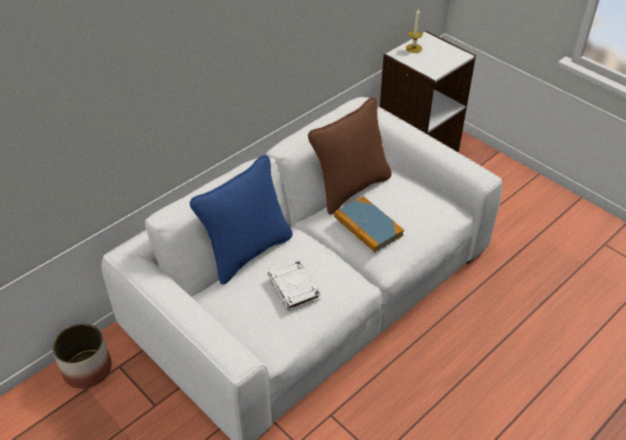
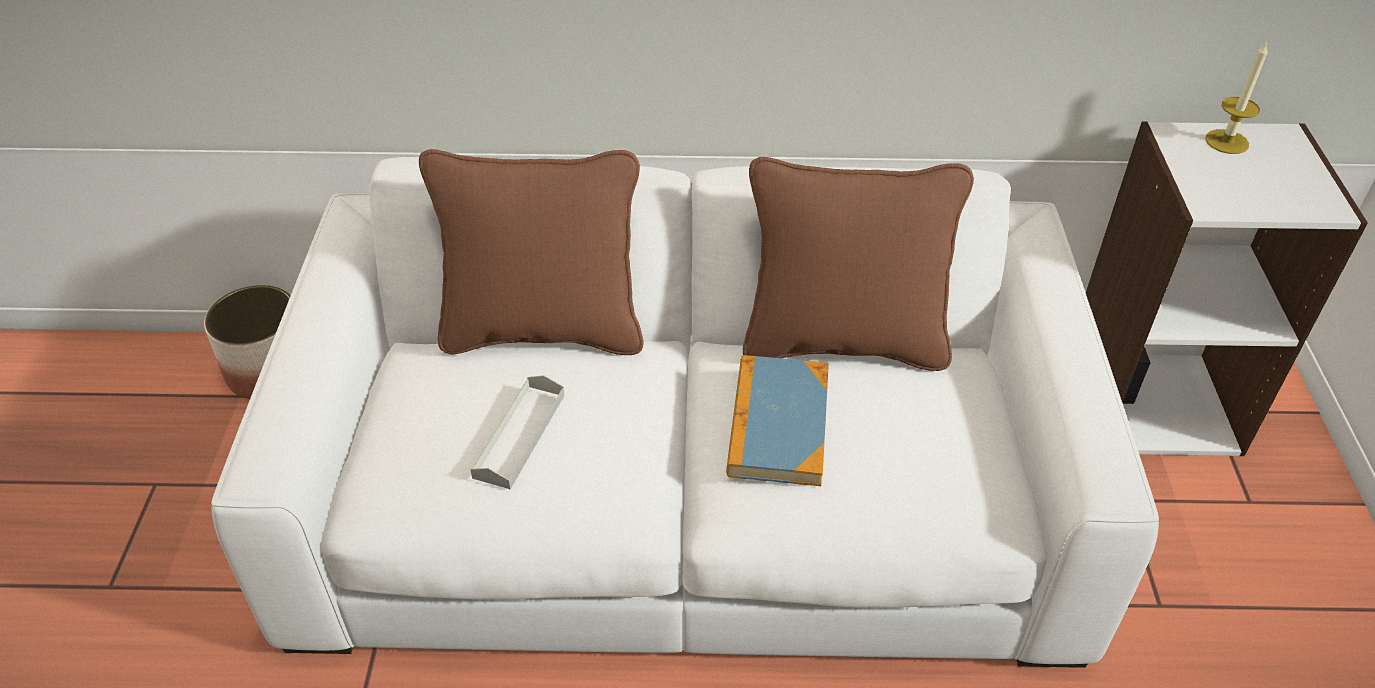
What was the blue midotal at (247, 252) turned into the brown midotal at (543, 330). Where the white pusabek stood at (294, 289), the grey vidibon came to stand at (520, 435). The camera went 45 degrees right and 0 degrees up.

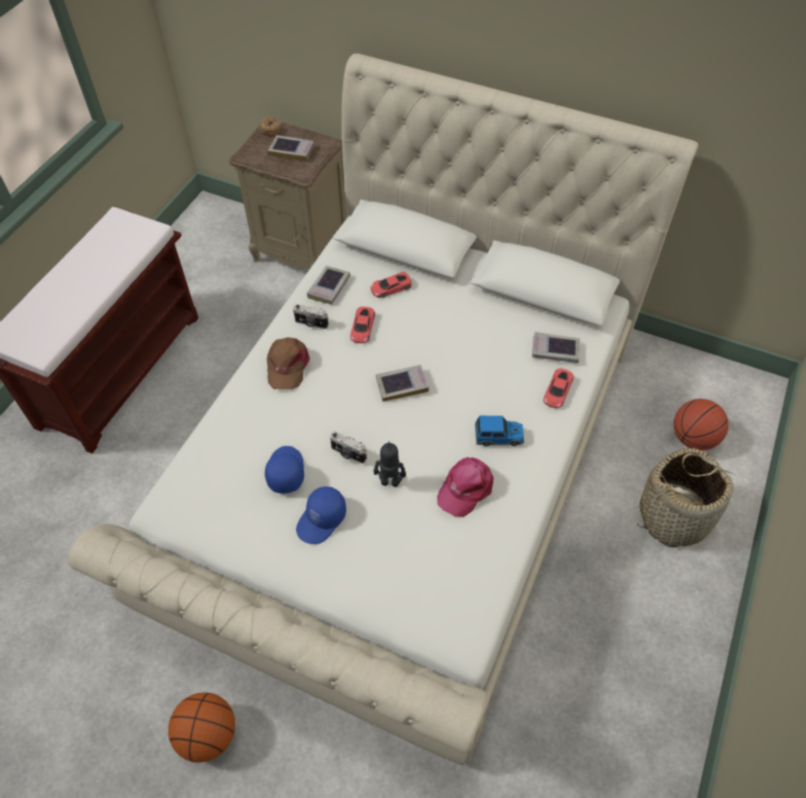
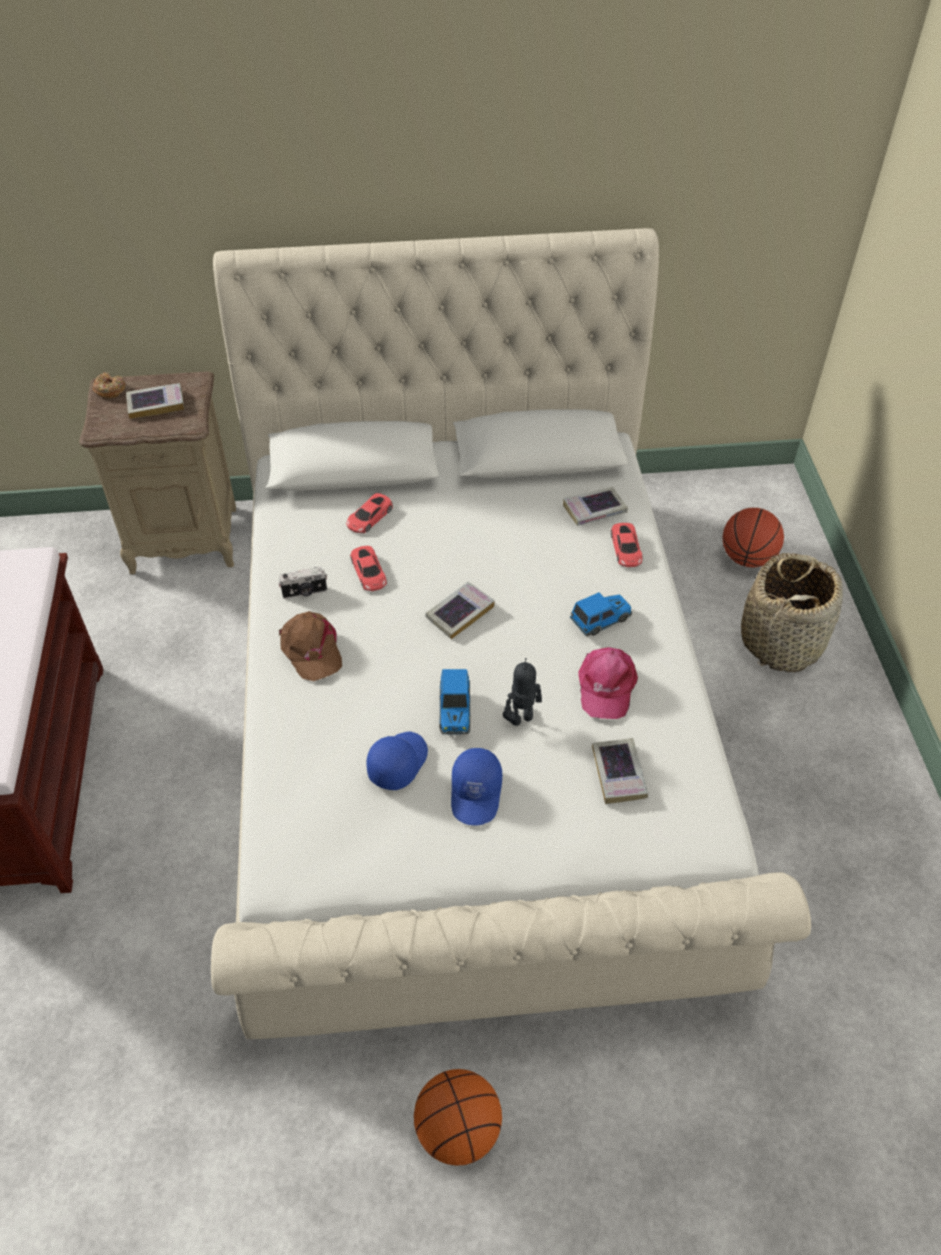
The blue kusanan at (285, 471) ended up facing another way, 60 degrees clockwise from before. The pusabek ended up elsewhere, having gone from (329, 287) to (618, 774). Where the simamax stood at (348, 454), the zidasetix came to stand at (455, 711). The camera went 30 degrees left and 5 degrees down.

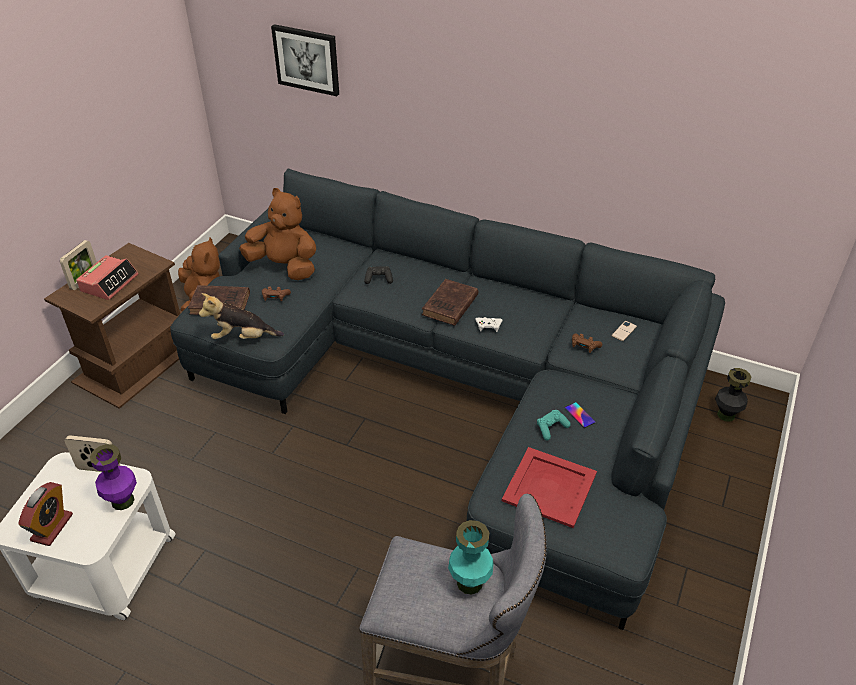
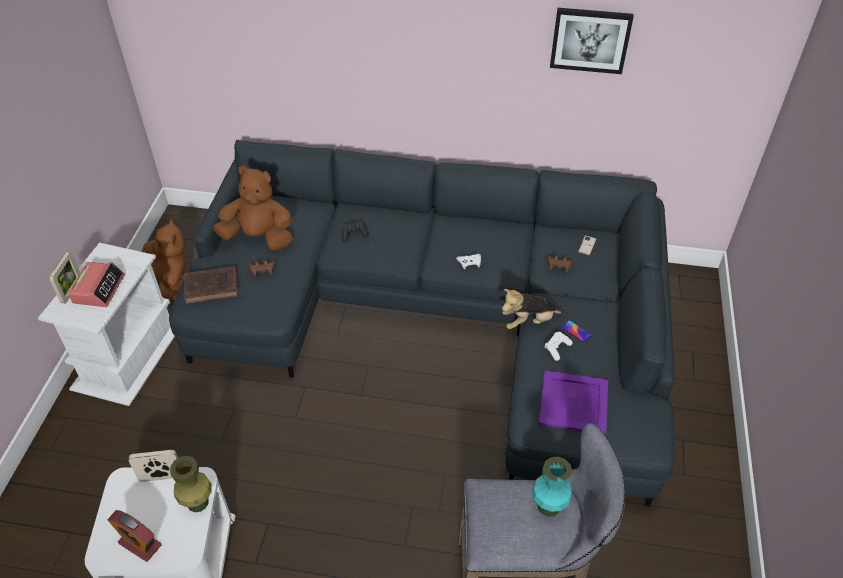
The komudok at (52, 527) ended up facing another way, 120 degrees clockwise from before. What was the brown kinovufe at (139, 360) turned into the white kinovufe at (129, 353). What was the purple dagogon at (123, 501) turned into the green dagogon at (198, 502). The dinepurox ended up elsewhere, having gone from (243, 338) to (529, 321). The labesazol ended up elsewhere, having gone from (307, 59) to (590, 40). The second view lost the brown pusabek at (449, 306). What was the red vidibon at (548, 487) turned into the purple vidibon at (573, 403). What was the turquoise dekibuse at (551, 428) turned into the white dekibuse at (557, 348). The second view lost the black dagogon at (726, 415). The camera went 15 degrees left and 5 degrees up.

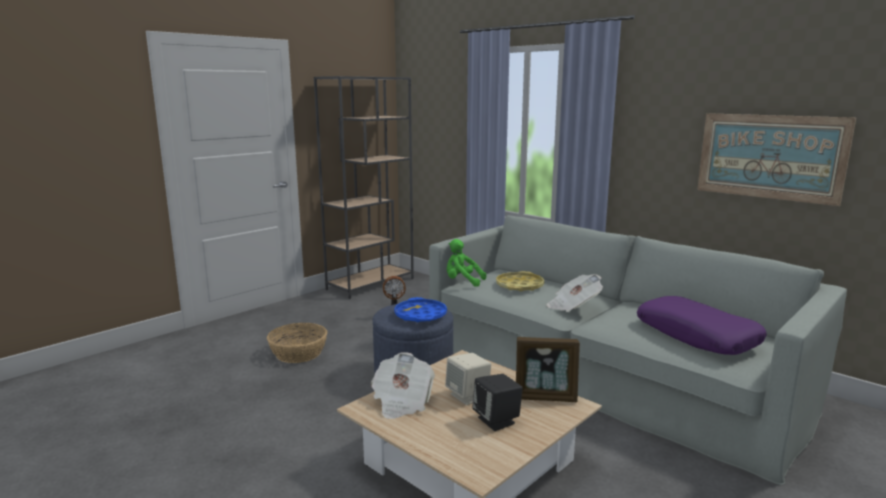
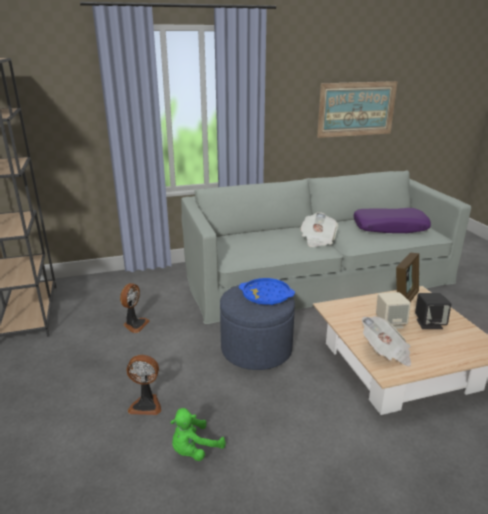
Where the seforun stood at (299, 353), the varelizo came to stand at (146, 404). The green dinepurox ended up elsewhere, having gone from (462, 282) to (194, 450). The second view lost the yellow vidibon at (519, 286). The camera went 60 degrees left and 10 degrees up.

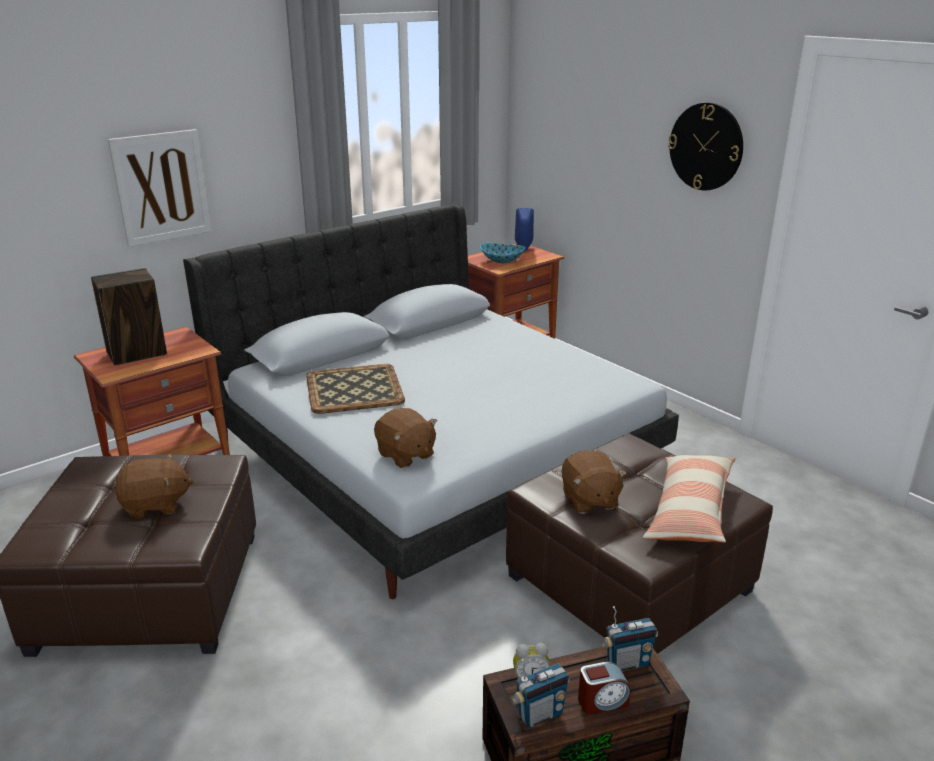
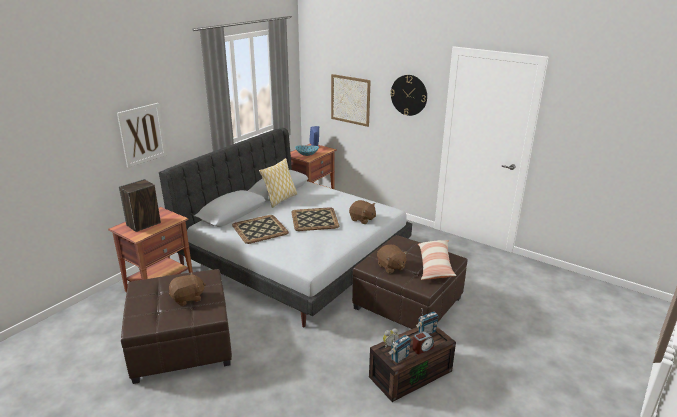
The brown dinepurox ended up elsewhere, having gone from (405, 455) to (362, 219). The second view gained the midotal at (280, 200). The second view gained the vidibon at (315, 219). The second view gained the labesazol at (350, 99). The camera went 15 degrees left and 0 degrees up.

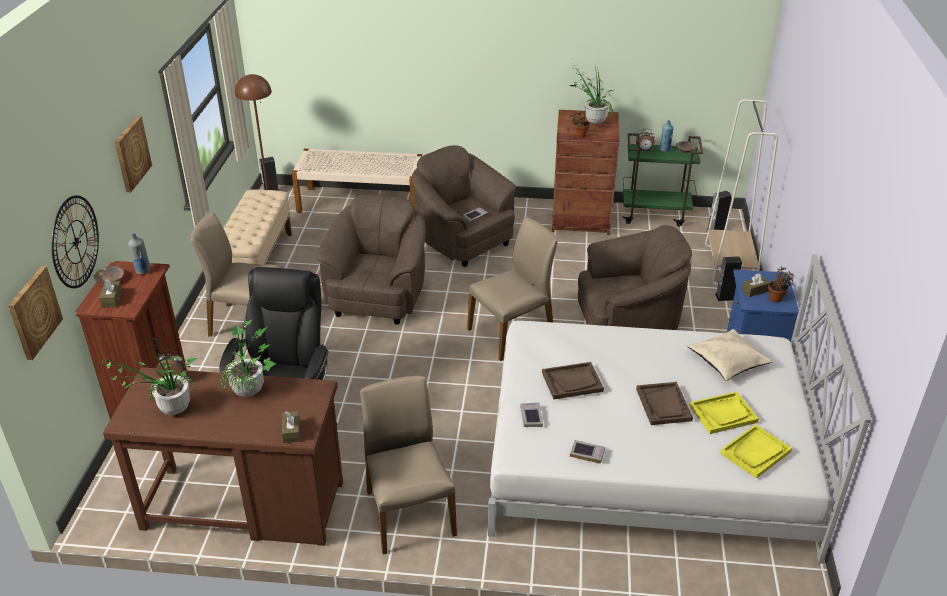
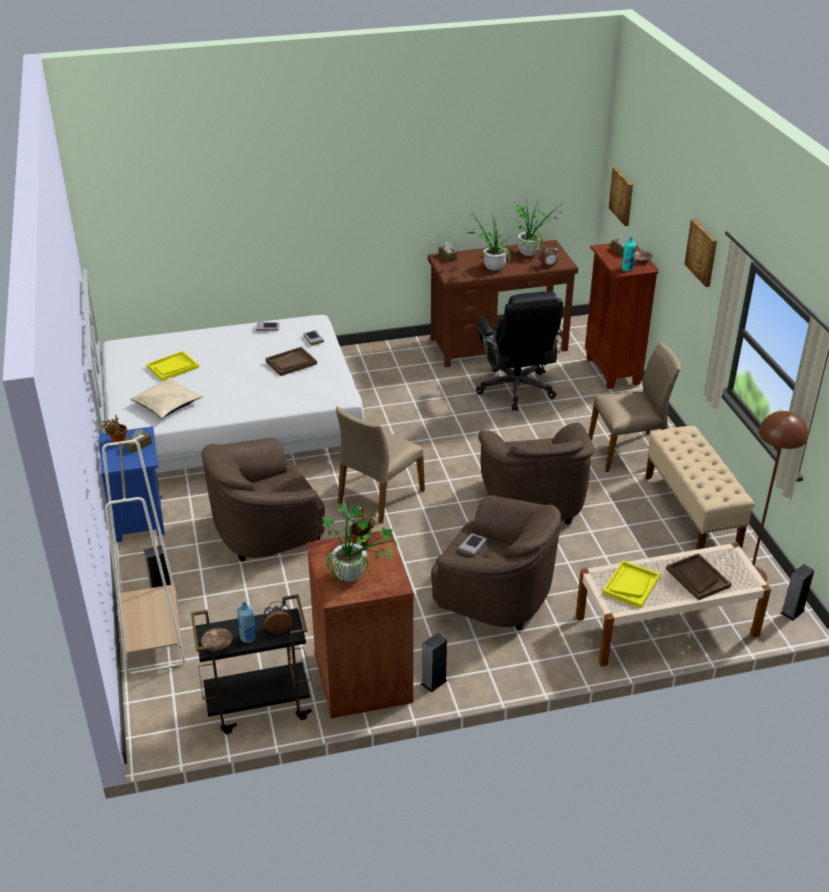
The second view lost the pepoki at (75, 242). What was the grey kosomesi at (143, 271) turned into the turquoise kosomesi at (627, 269). The second view lost the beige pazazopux at (408, 512). What was the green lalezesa at (655, 216) turned into the black lalezesa at (258, 708). The brown vidibon ended up elsewhere, having gone from (663, 405) to (697, 578). The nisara ended up elsewhere, having gone from (716, 229) to (434, 682). The yellow vidibon ended up elsewhere, having gone from (755, 452) to (631, 585). The camera went 160 degrees right and 0 degrees up.

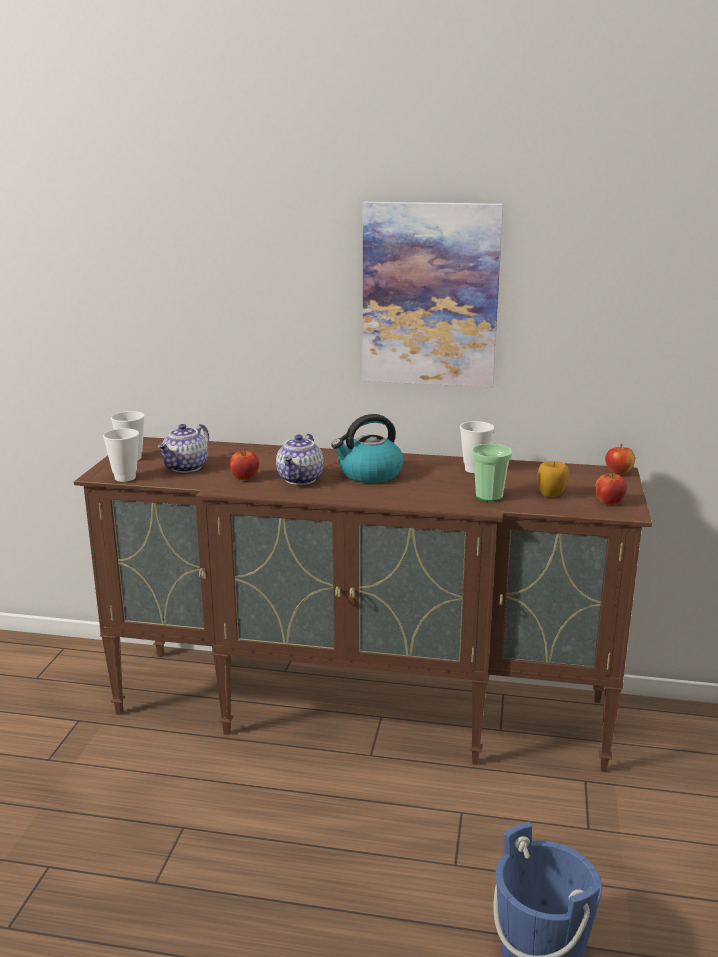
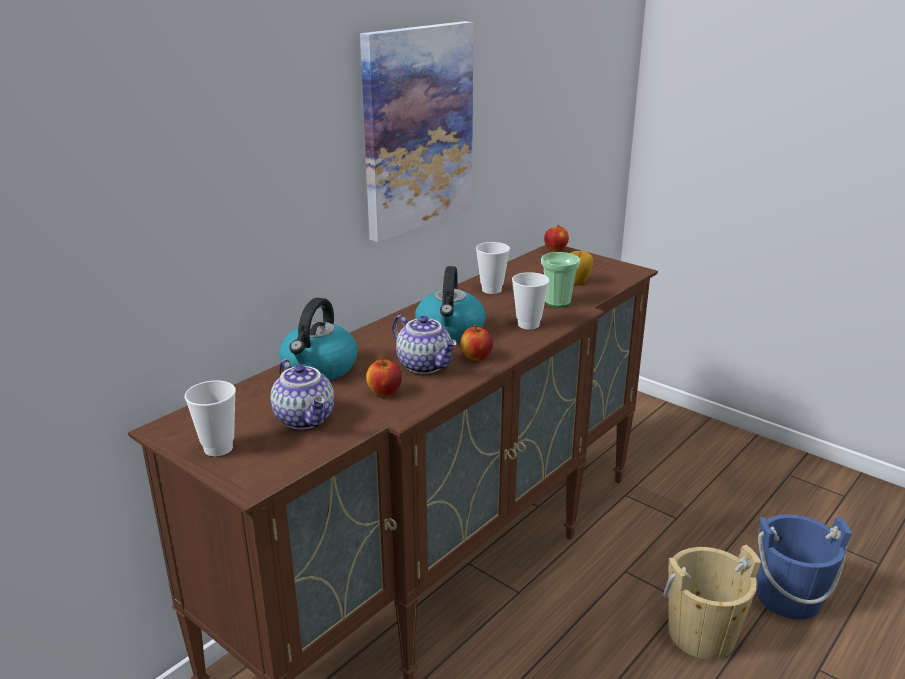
The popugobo ended up elsewhere, having gone from (125, 478) to (528, 324). The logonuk ended up elsewhere, having gone from (609, 502) to (476, 357). The second view gained the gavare at (319, 368). The second view gained the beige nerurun at (701, 634). The camera went 60 degrees left and 5 degrees up.

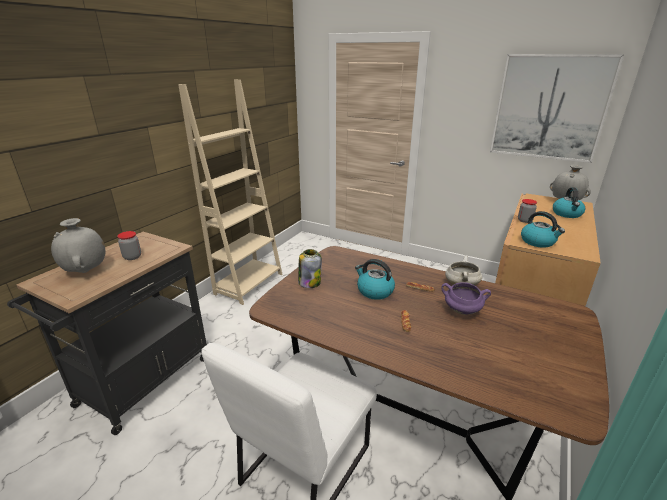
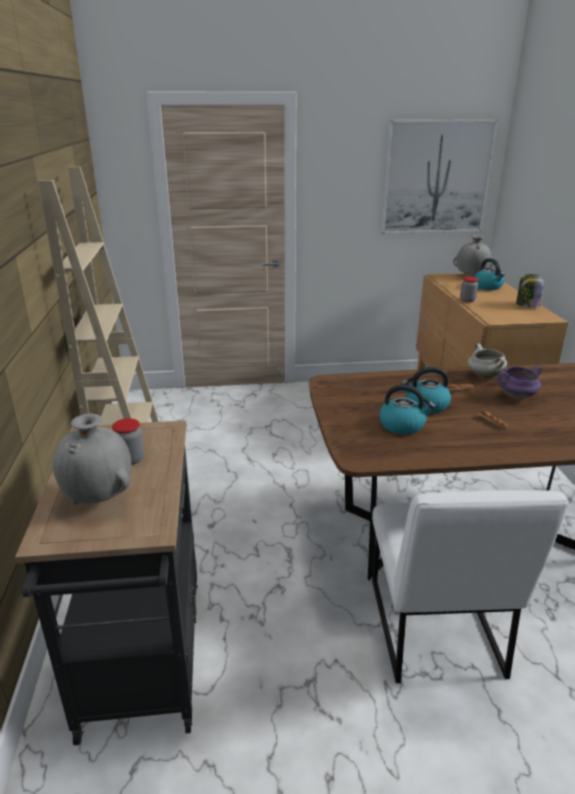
The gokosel ended up elsewhere, having gone from (309, 282) to (527, 305). The gavare ended up elsewhere, having gone from (538, 242) to (402, 425). The camera went 35 degrees left and 0 degrees up.

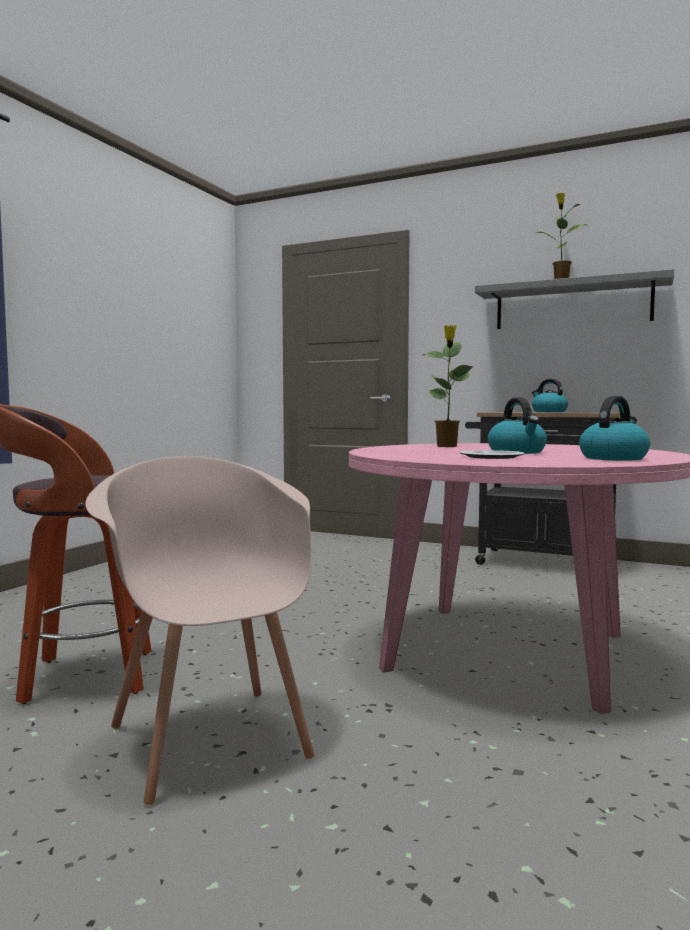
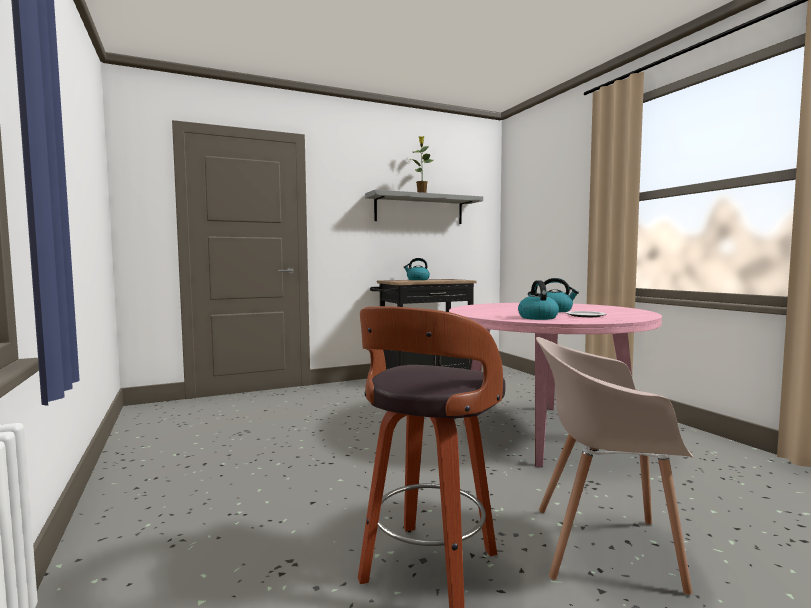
The second view lost the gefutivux at (447, 446). The gavare ended up elsewhere, having gone from (613, 458) to (537, 317). The camera went 50 degrees left and 0 degrees up.

